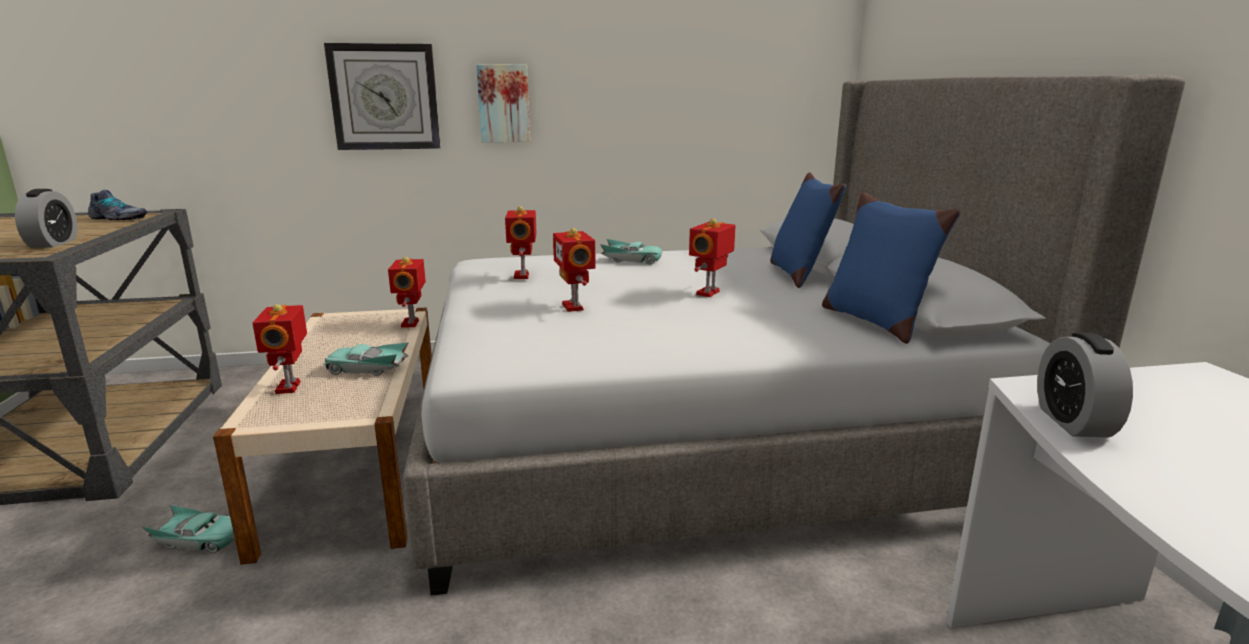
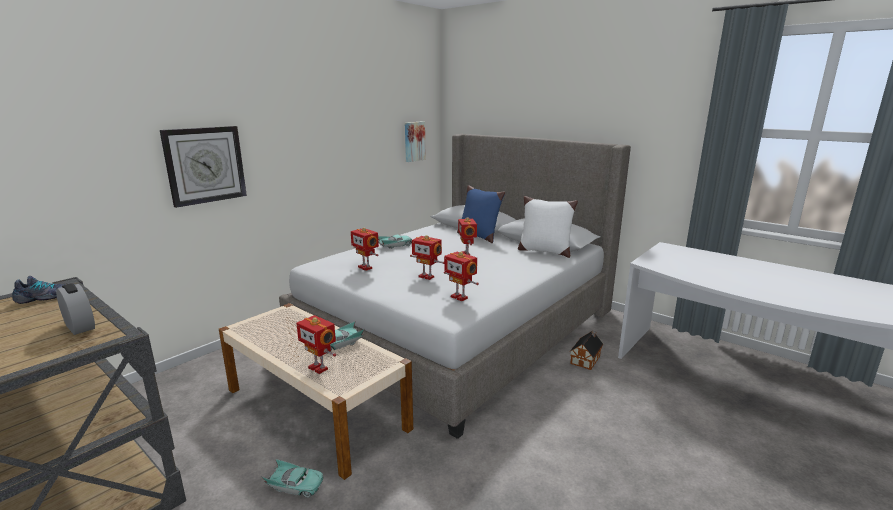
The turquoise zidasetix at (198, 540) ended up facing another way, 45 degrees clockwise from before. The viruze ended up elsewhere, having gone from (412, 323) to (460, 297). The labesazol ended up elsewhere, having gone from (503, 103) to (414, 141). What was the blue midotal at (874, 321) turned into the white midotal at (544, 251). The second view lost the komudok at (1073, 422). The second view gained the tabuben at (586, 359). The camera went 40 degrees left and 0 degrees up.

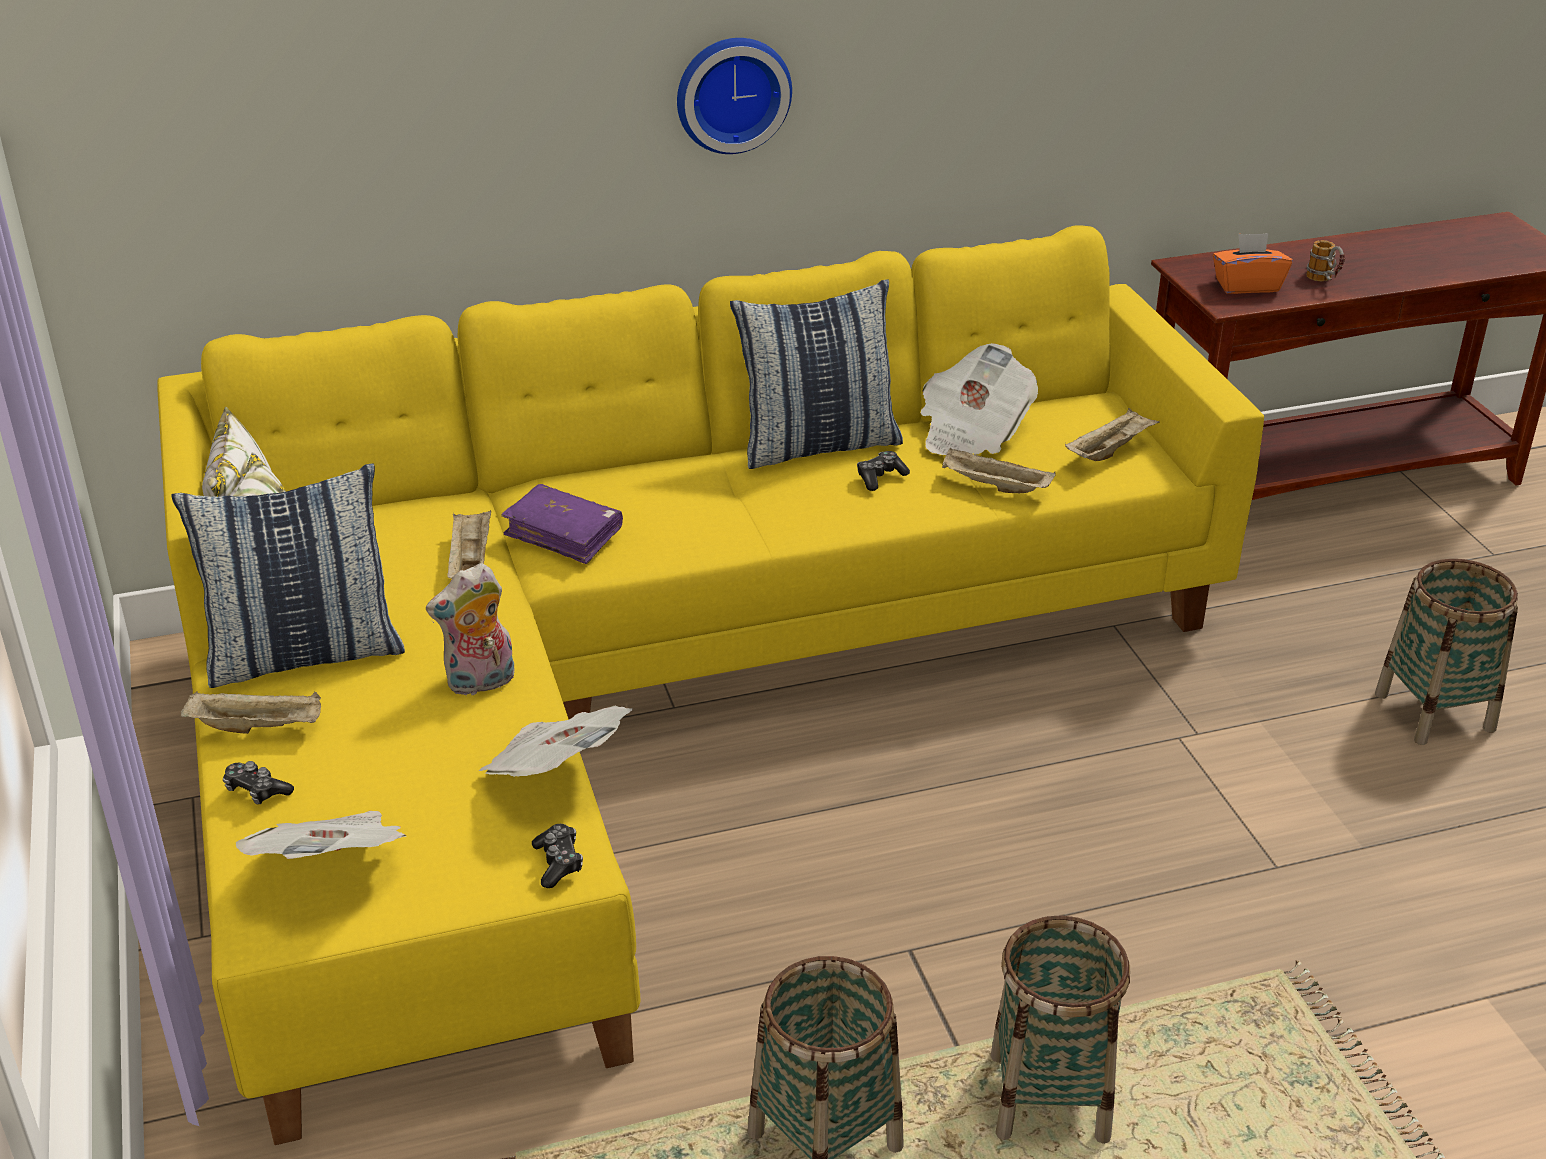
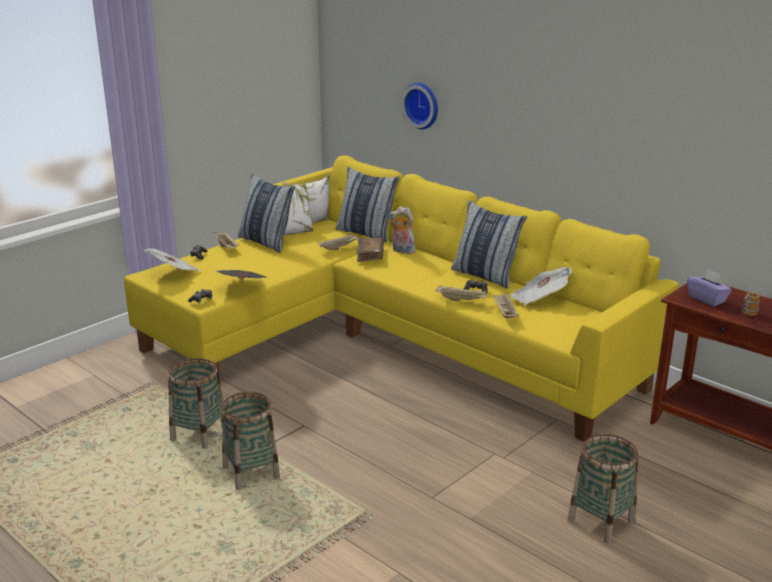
The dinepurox ended up elsewhere, having gone from (480, 683) to (402, 251). What was the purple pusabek at (564, 534) turned into the brown pusabek at (370, 254). The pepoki ended up elsewhere, having gone from (731, 92) to (422, 105). The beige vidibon ended up elsewhere, having gone from (1109, 450) to (462, 300). What was the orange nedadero at (1247, 286) turned into the purple nedadero at (707, 299). The second view gained the midotal at (366, 233). The camera went 60 degrees right and 10 degrees down.

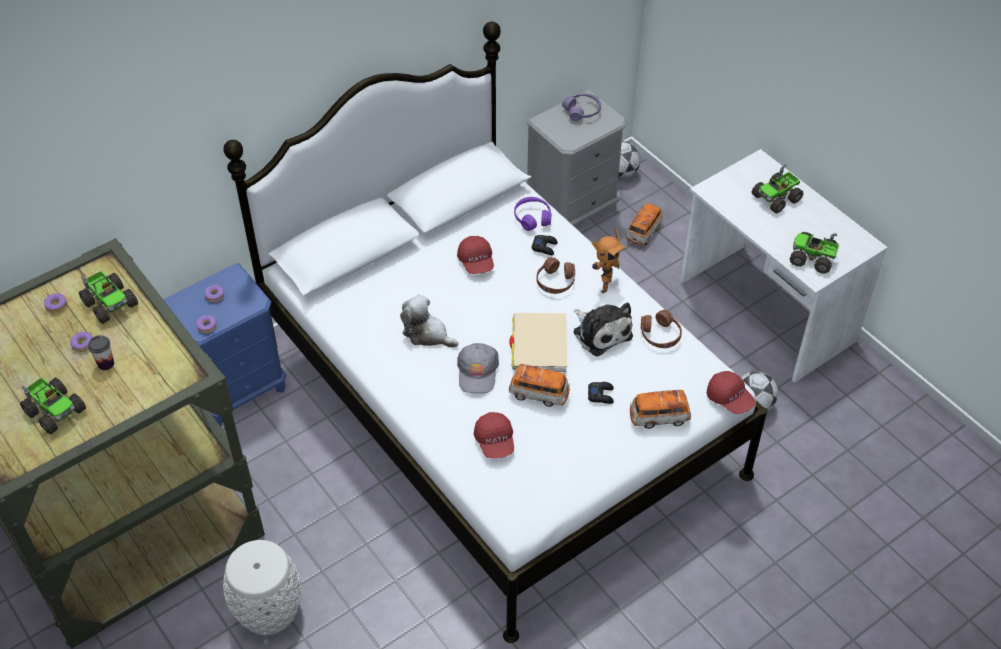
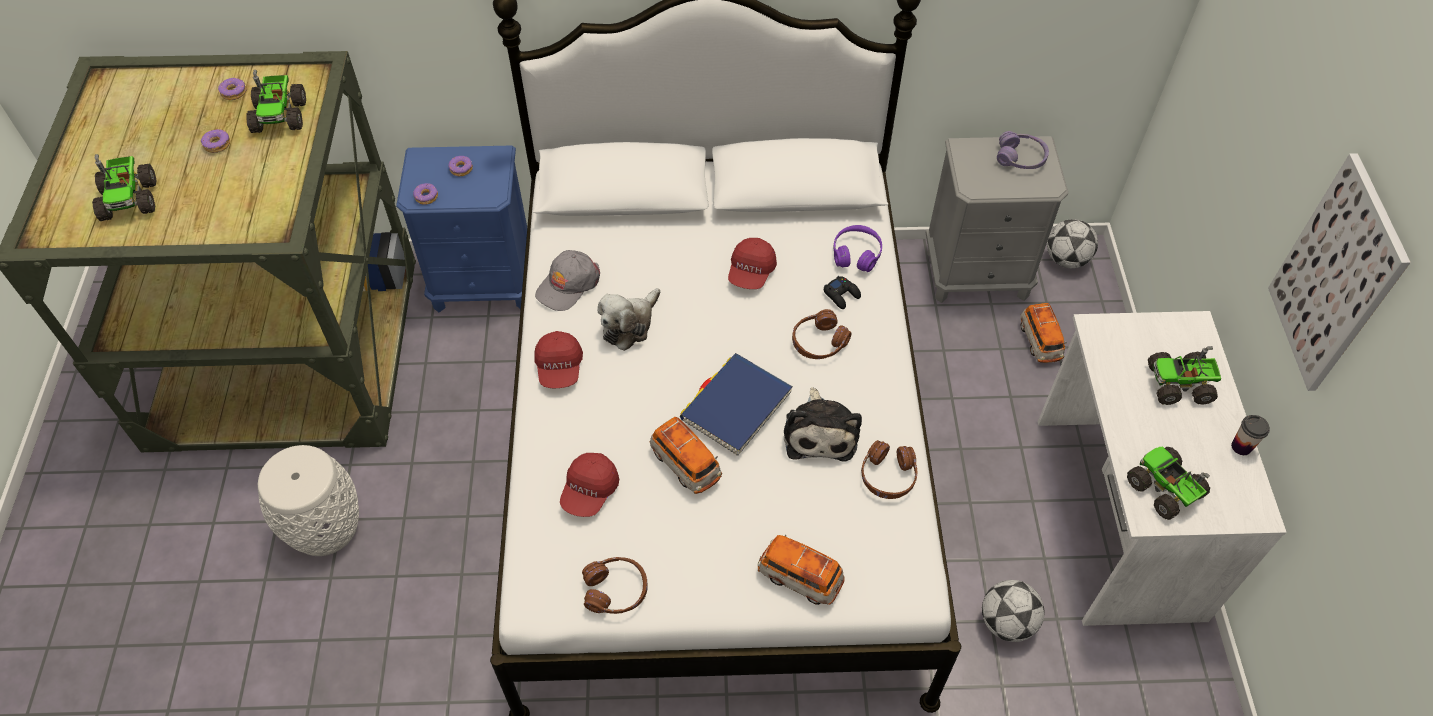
The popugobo ended up elsewhere, having gone from (106, 364) to (1241, 446). The dinepurox at (427, 334) ended up facing another way, 120 degrees counterclockwise from before. The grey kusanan ended up elsewhere, having gone from (477, 372) to (568, 285). What was the beige pusabek at (539, 345) turned into the blue pusabek at (736, 406). The second view lost the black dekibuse at (601, 395). The second view lost the viruze at (603, 285). The zidasetix at (644, 232) ended up facing another way, 105 degrees clockwise from before. The red kusanan ended up elsewhere, having gone from (730, 399) to (559, 368). The second view gained the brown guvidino at (616, 590). The second view gained the labesazol at (1336, 276). The camera went 35 degrees right and 5 degrees up.

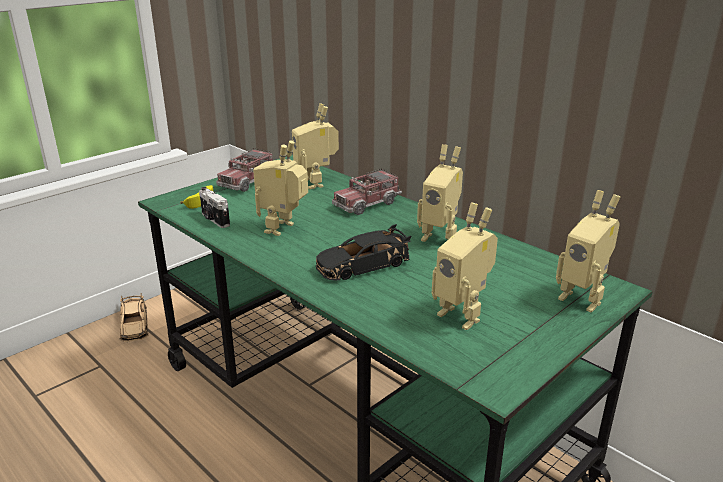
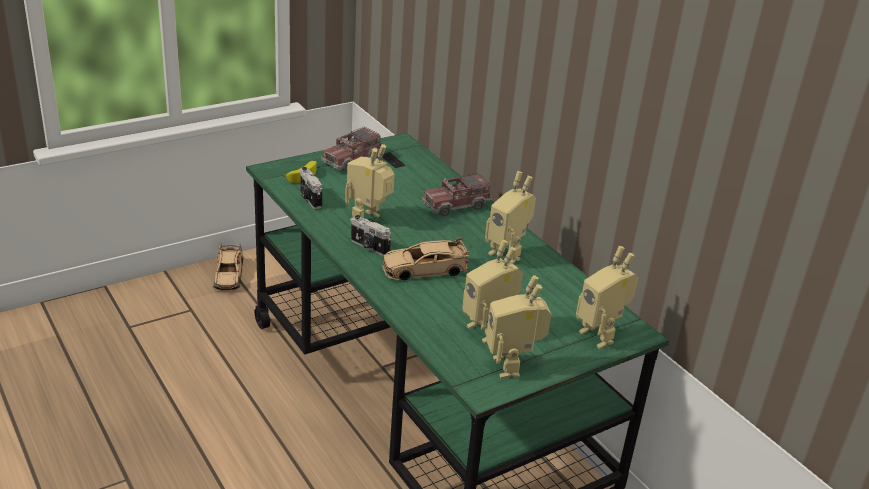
The viruze ended up elsewhere, having gone from (317, 183) to (512, 366). What was the black zidasetix at (363, 265) turned into the beige zidasetix at (425, 269). The second view gained the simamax at (369, 247). The camera went 10 degrees right and 5 degrees up.

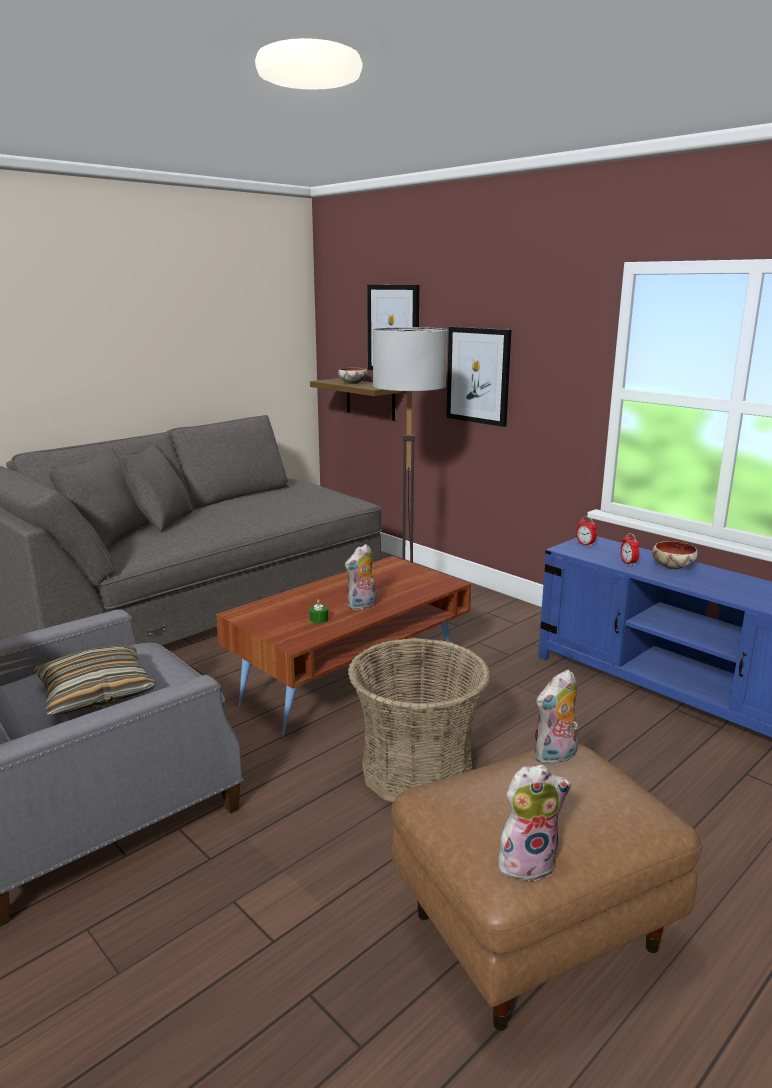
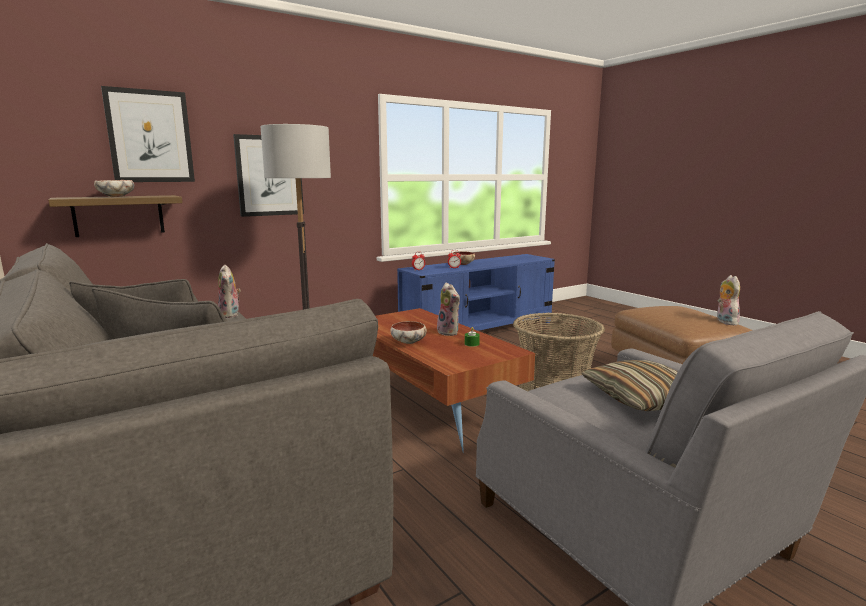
The dinepurox ended up elsewhere, having gone from (555, 757) to (231, 315). The second view gained the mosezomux at (409, 342). The camera went 80 degrees left and 5 degrees down.

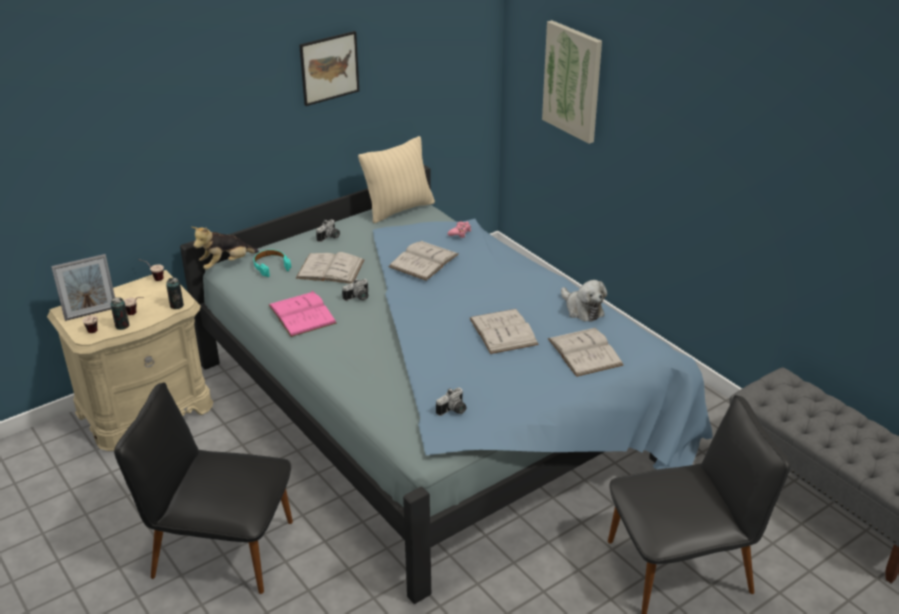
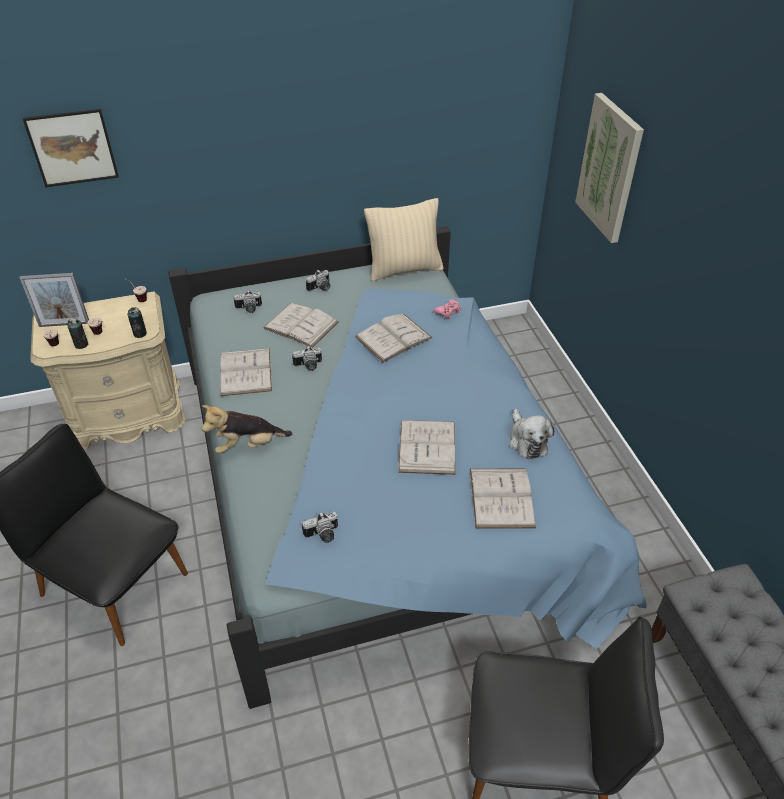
The dinepurox ended up elsewhere, having gone from (226, 264) to (248, 445). Where the turquoise guvidino stood at (271, 266), the simamax came to stand at (249, 309). What was the pink pusabek at (302, 314) turned into the white pusabek at (245, 371). The labesazol ended up elsewhere, having gone from (329, 68) to (72, 147). The camera went 20 degrees right and 10 degrees up.

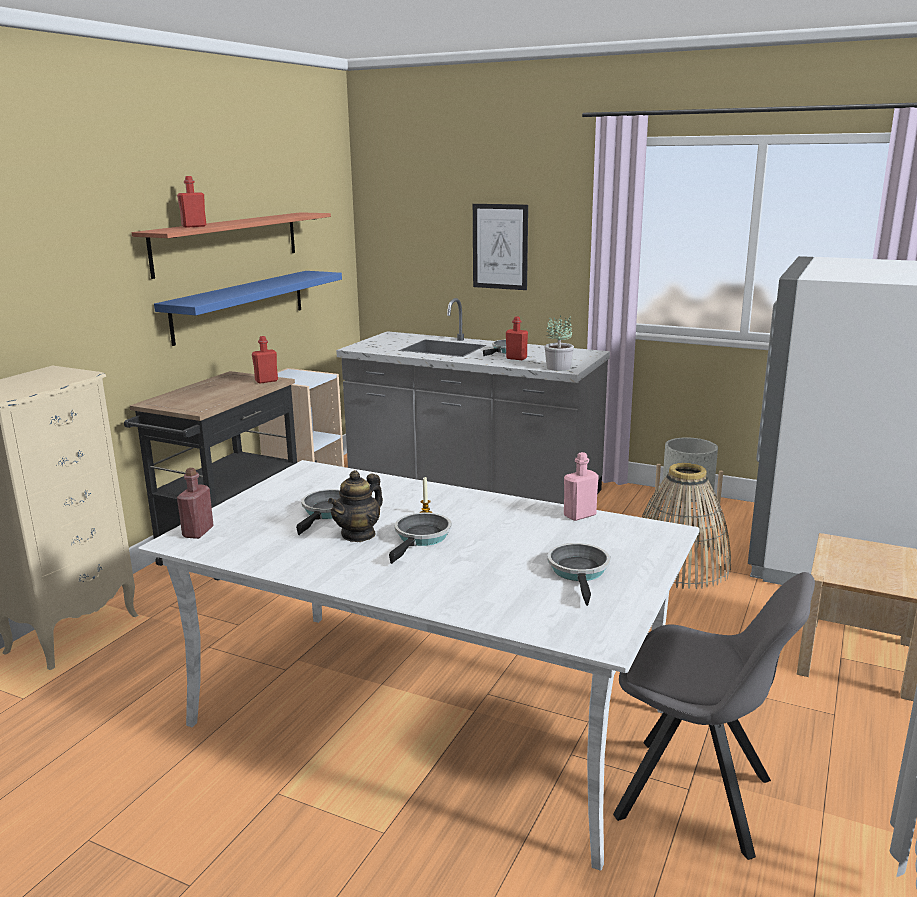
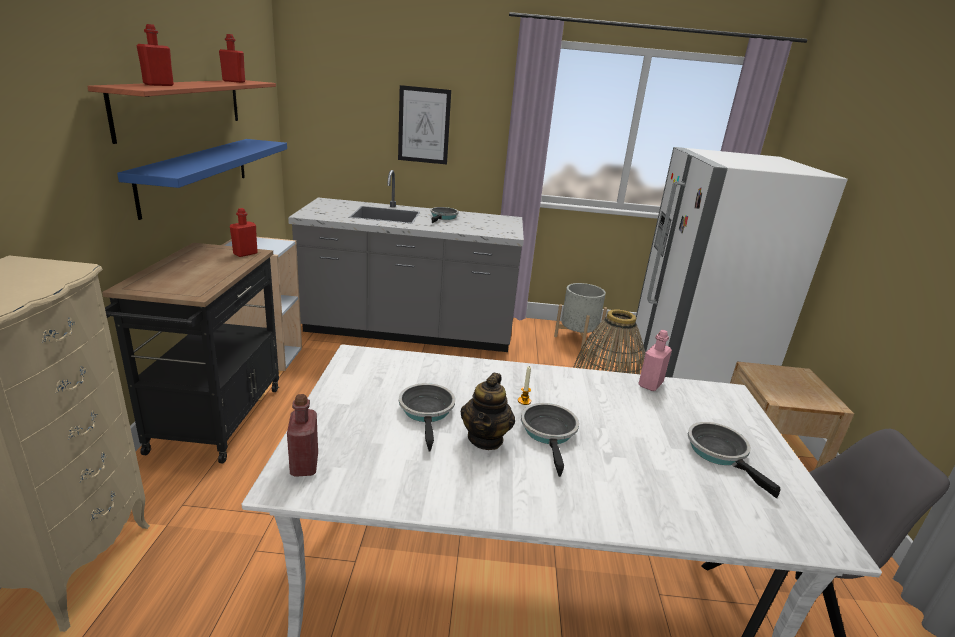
The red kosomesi ended up elsewhere, having gone from (516, 358) to (234, 81). The second view lost the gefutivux at (558, 367). The camera went 25 degrees left and 5 degrees up.

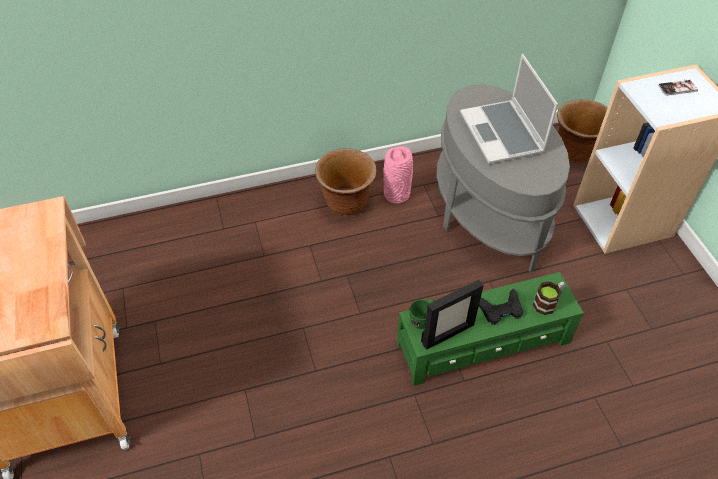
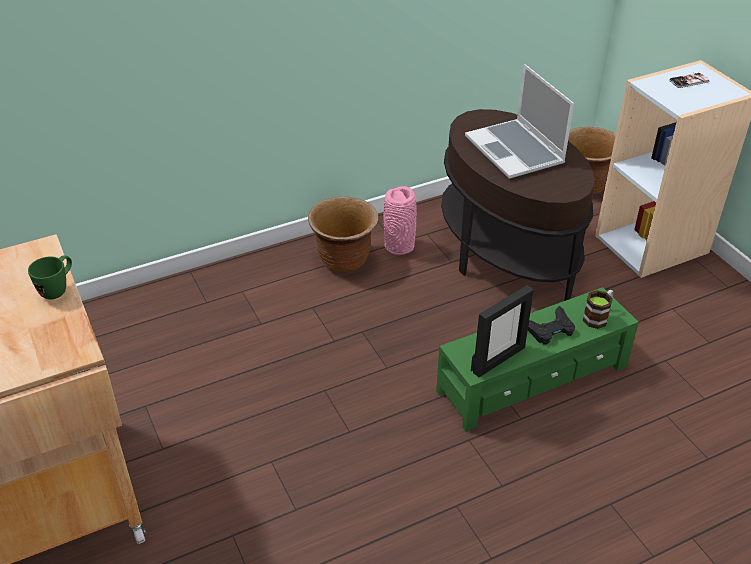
The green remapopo ended up elsewhere, having gone from (422, 319) to (58, 289). What was the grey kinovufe at (489, 215) turned into the brown kinovufe at (507, 255). The camera went 10 degrees left and 10 degrees down.

